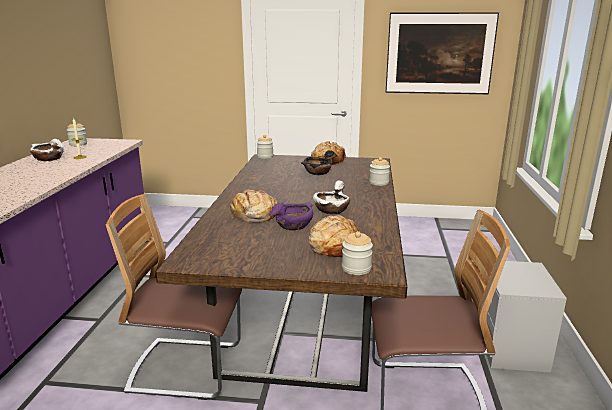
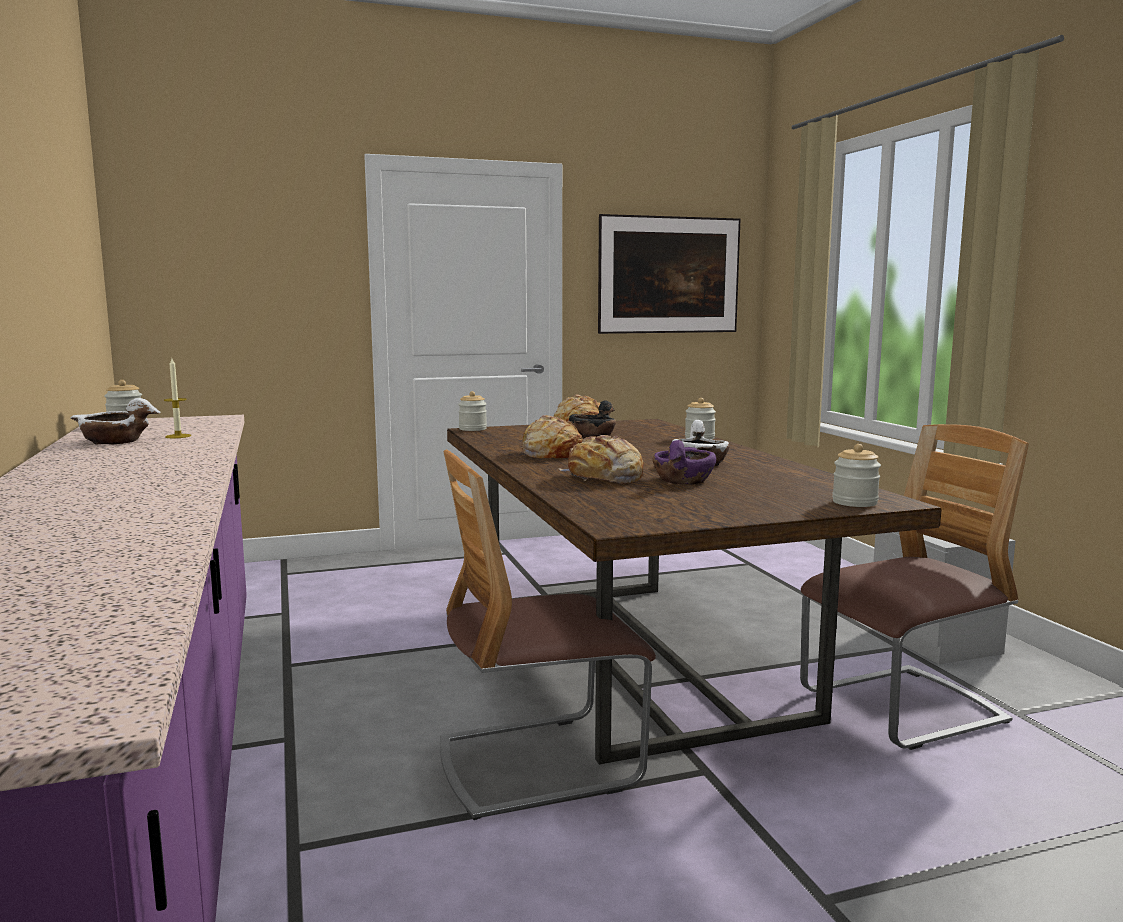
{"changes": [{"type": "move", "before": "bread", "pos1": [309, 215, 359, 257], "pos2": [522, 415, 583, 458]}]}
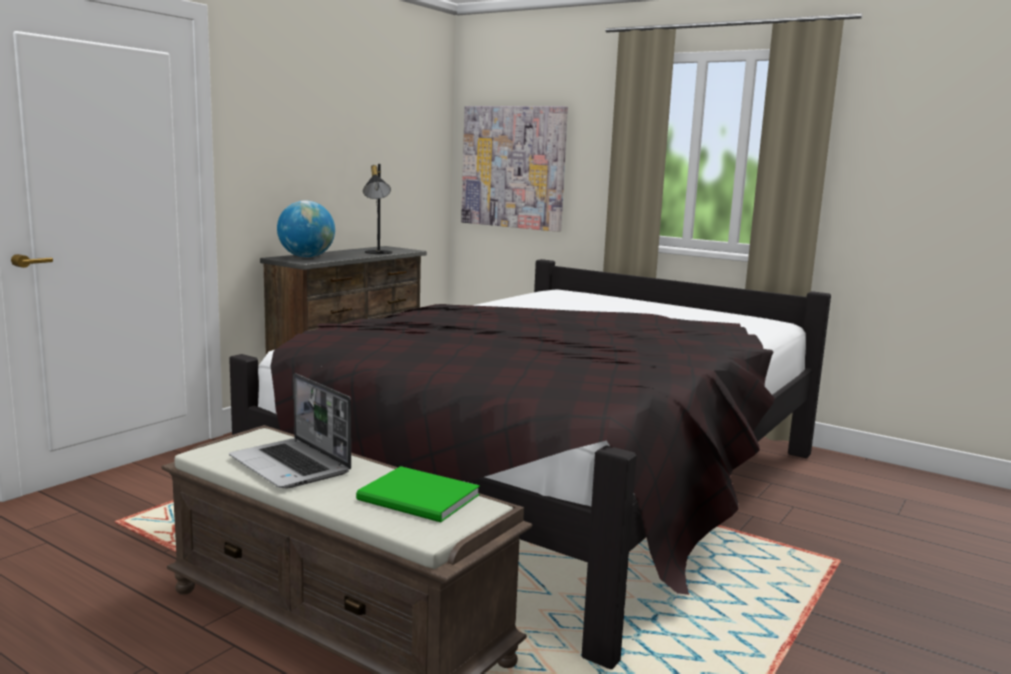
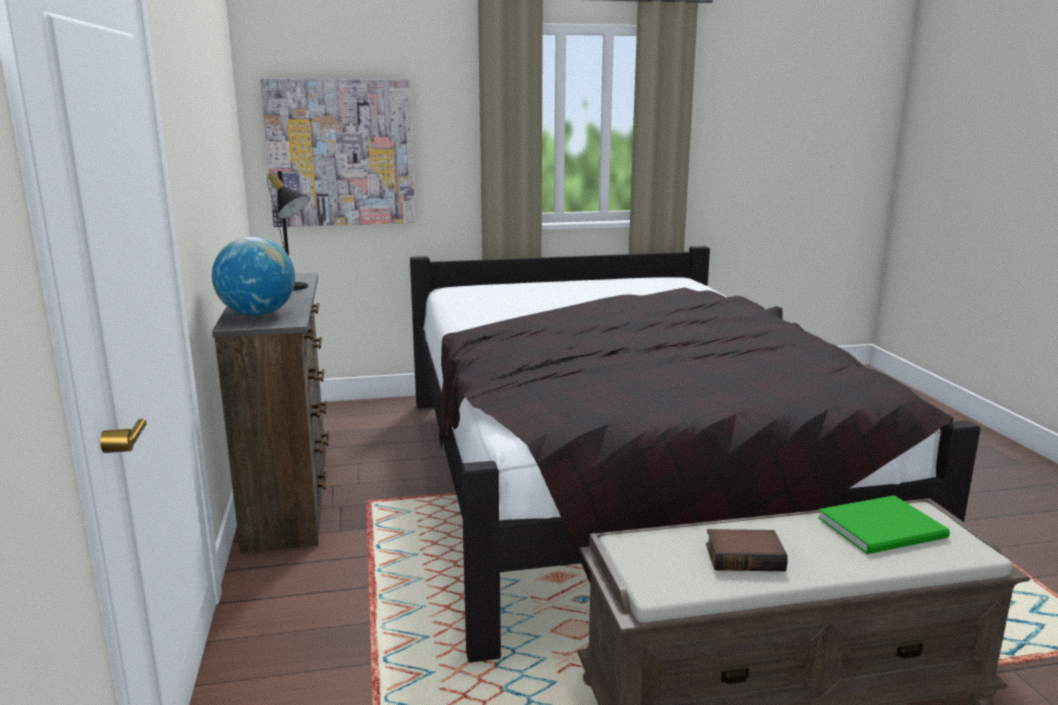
{"changes": [{"type": "replace", "before": "laptop", "after": "book", "pos1": [229, 373, 351, 488], "pos2": [706, 529, 788, 571]}]}
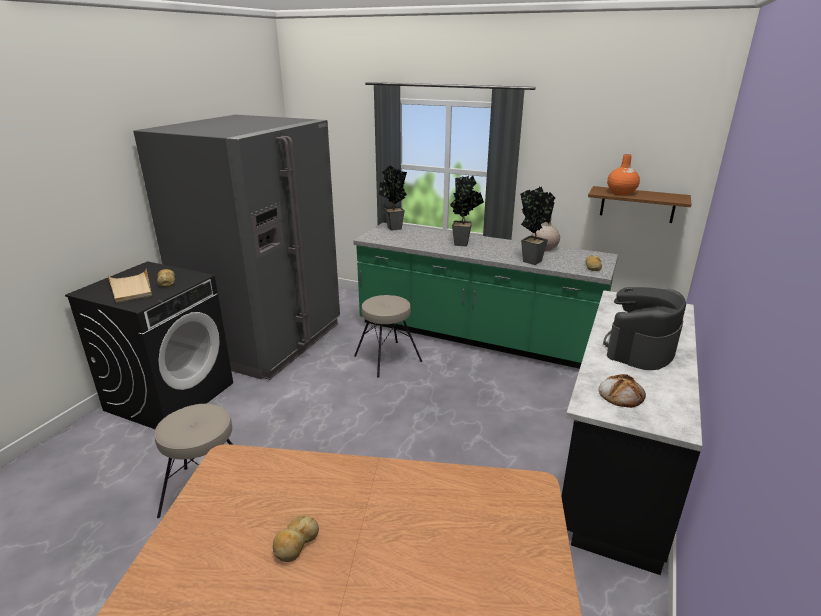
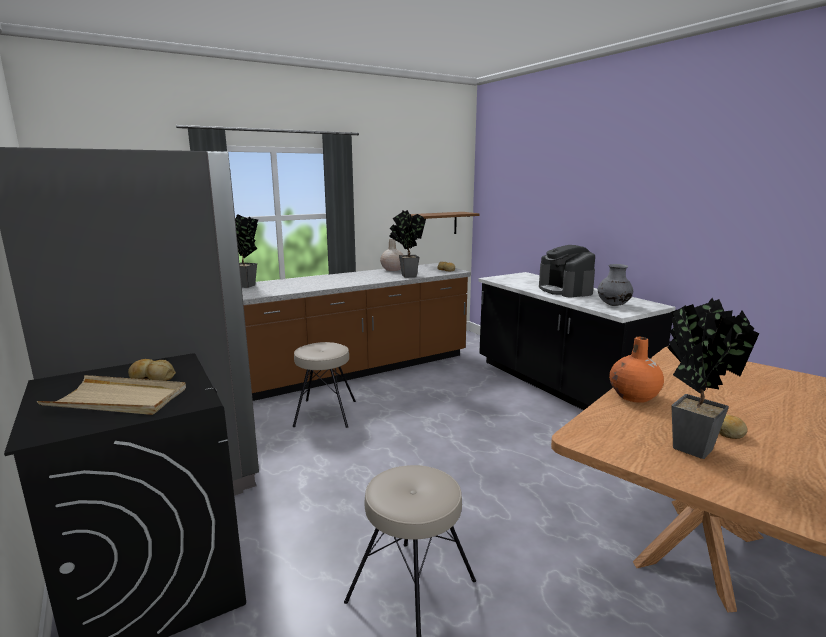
{"changes": [{"type": "recolor", "before": "counter in green", "after": "counter in brown", "pos1": [353, 223, 618, 369], "pos2": [242, 263, 471, 401]}, {"type": "move", "before": "potted plant", "pos1": [450, 176, 484, 246], "pos2": [668, 298, 759, 459]}, {"type": "replace", "before": "bread", "after": "vase in grey", "pos1": [598, 374, 646, 408], "pos2": [598, 264, 633, 306]}, {"type": "move", "before": "vase in orange", "pos1": [607, 154, 640, 195], "pos2": [609, 337, 664, 403]}]}
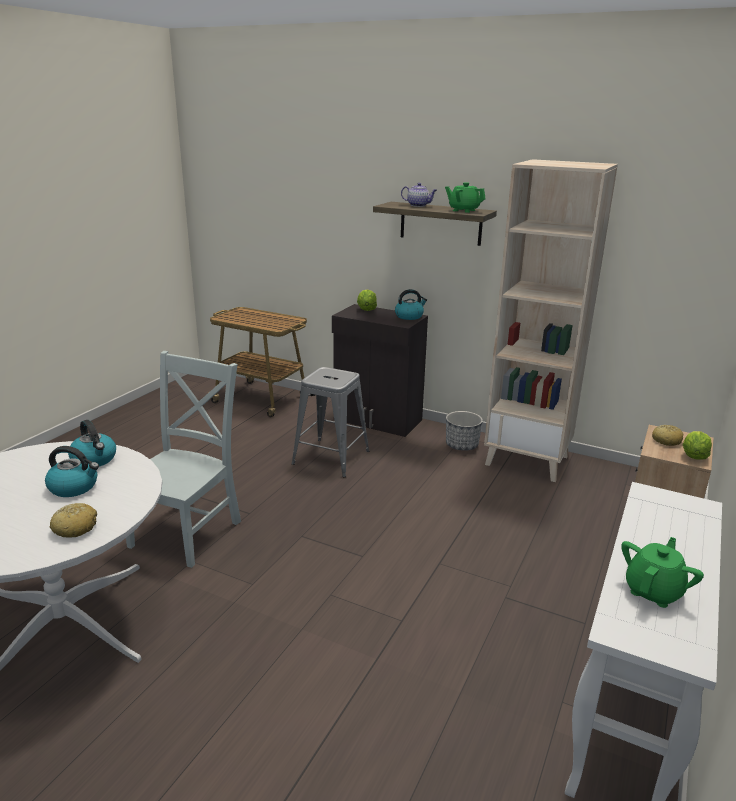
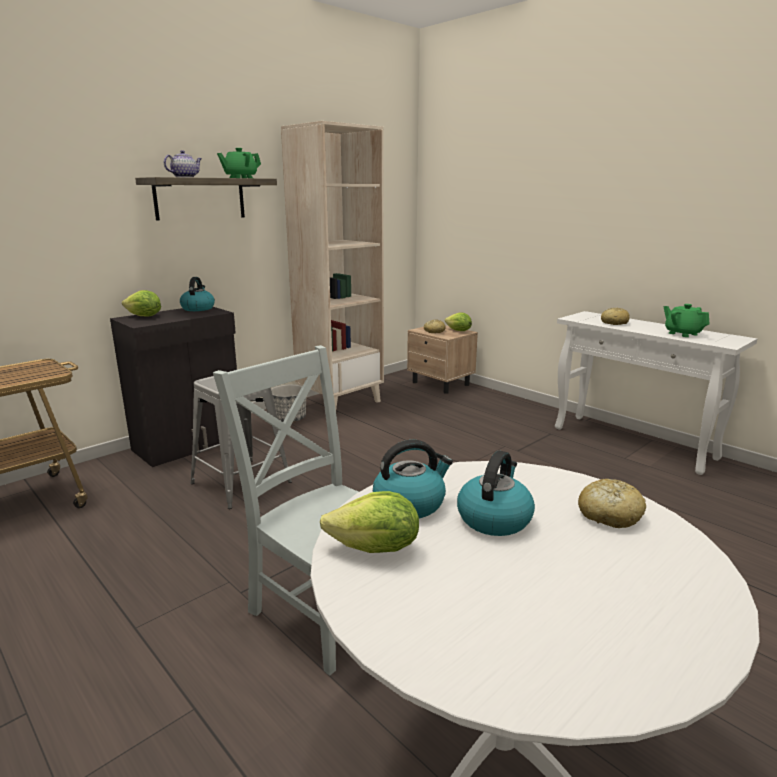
{"changes": [{"type": "insert", "after": "lettuce", "pos2": [320, 491, 419, 553]}, {"type": "insert", "after": "bread", "pos2": [601, 308, 630, 325]}]}
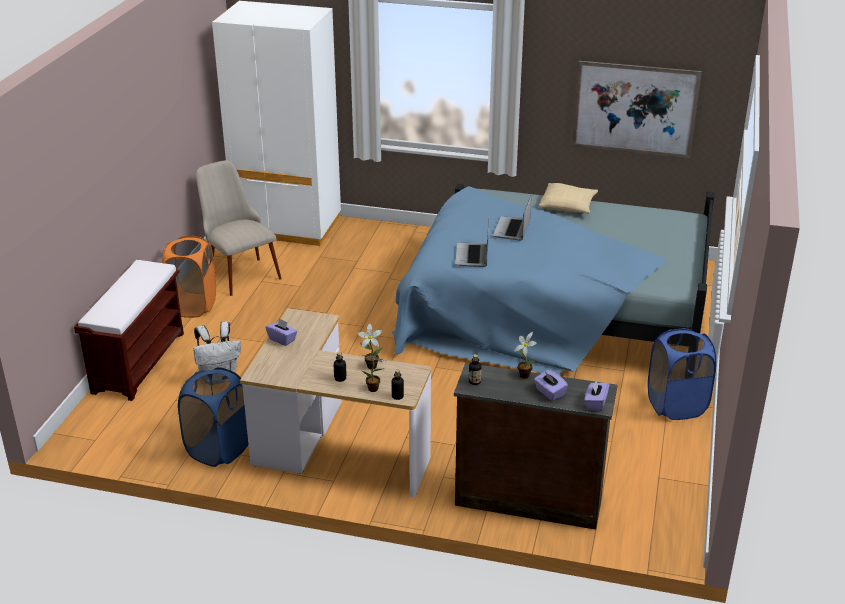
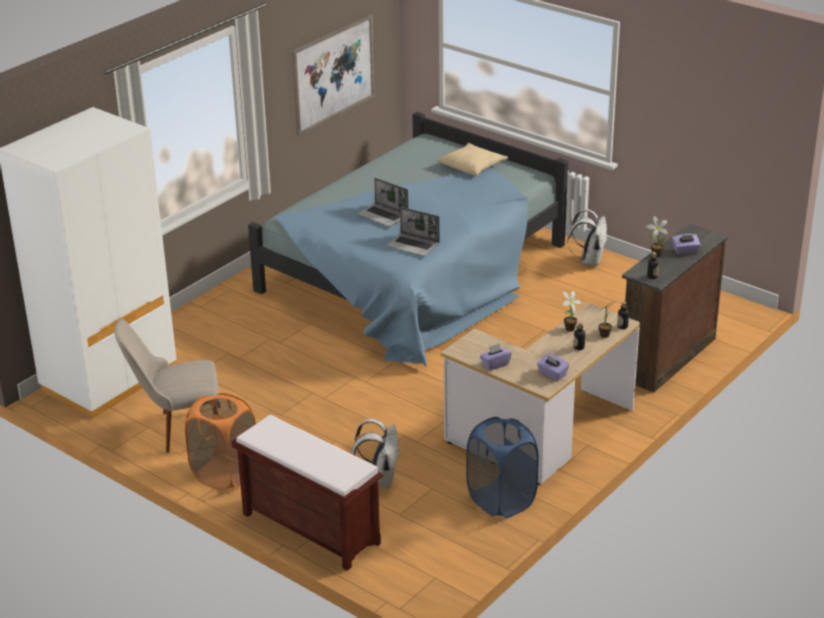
{"changes": [{"type": "move", "before": "pillow in beige", "pos1": [538, 183, 598, 214], "pos2": [437, 143, 508, 176]}, {"type": "move", "before": "tissue box in purple", "pos1": [584, 379, 610, 412], "pos2": [537, 354, 569, 381]}, {"type": "replace", "before": "laundry basket in blue", "after": "backpack in white", "pos1": [648, 328, 716, 420], "pos2": [567, 209, 607, 267]}]}
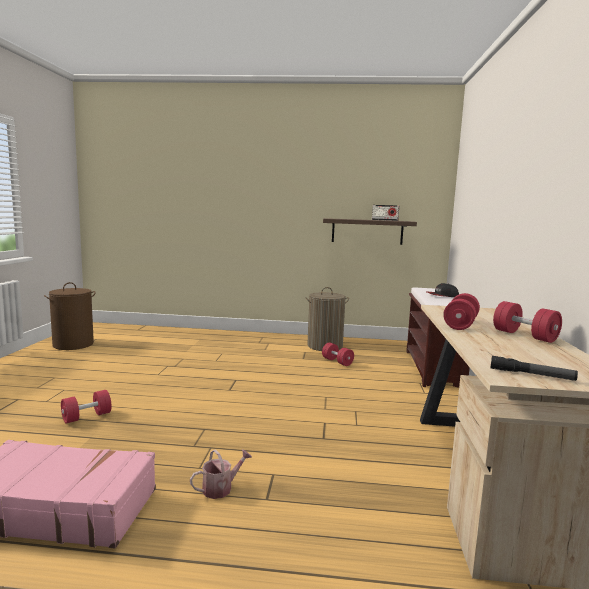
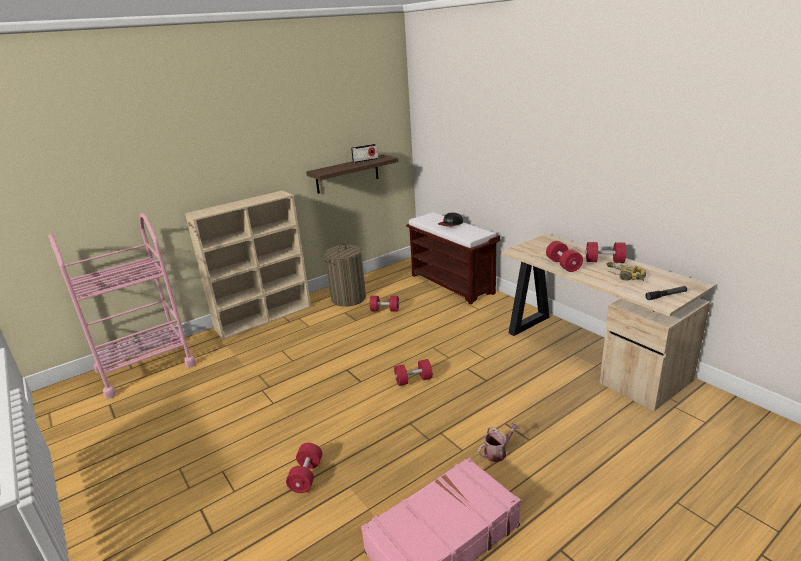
{"changes": [{"type": "delete", "before": "laundry basket in brown", "pos1": [44, 282, 96, 350]}, {"type": "rotate", "before": "watering can", "pos1": [190, 449, 252, 499], "pos2": [478, 423, 519, 462], "turn": 45}, {"type": "insert", "after": "cart in pink", "pos2": [48, 213, 196, 399]}, {"type": "insert", "after": "bookcase in beige", "pos2": [185, 190, 311, 339]}, {"type": "insert", "after": "dumbbell in red", "pos2": [394, 359, 433, 386]}, {"type": "insert", "after": "power drill", "pos2": [607, 262, 646, 281]}]}
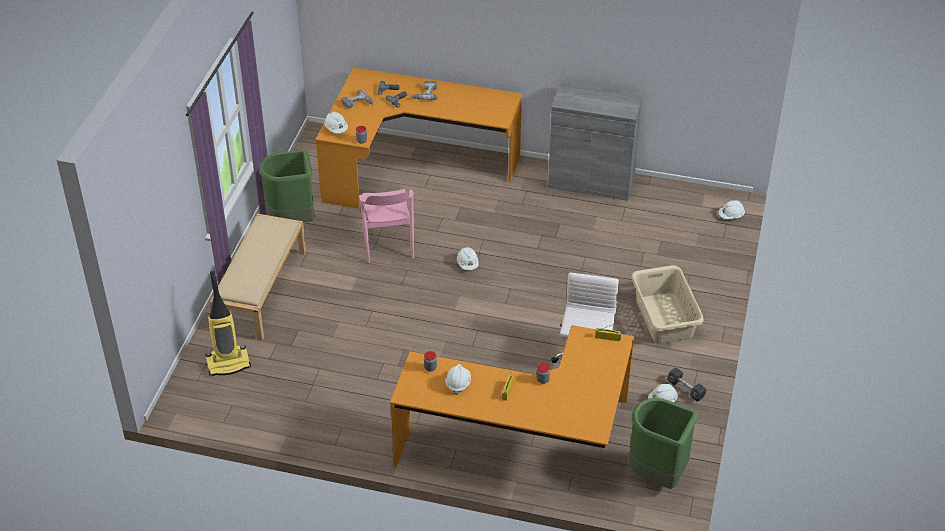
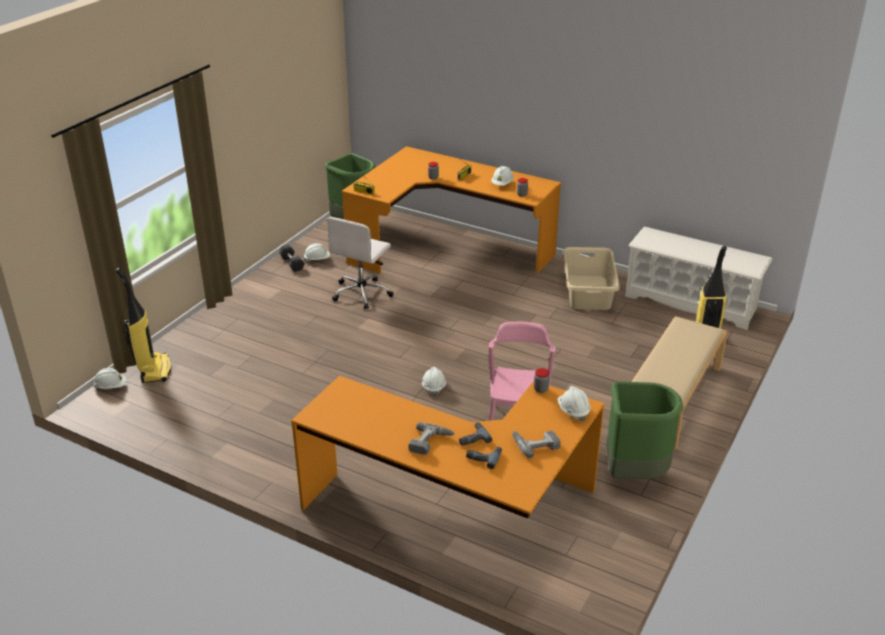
{"changes": [{"type": "delete", "before": "cabinet in grey", "pos1": [548, 82, 643, 201]}, {"type": "move", "before": "laundry basket in beige", "pos1": [631, 265, 704, 344], "pos2": [563, 247, 620, 310]}, {"type": "insert", "after": "vacuum cleaner", "pos2": [115, 268, 172, 383]}, {"type": "insert", "after": "shoe rack in white", "pos2": [625, 227, 773, 330]}]}
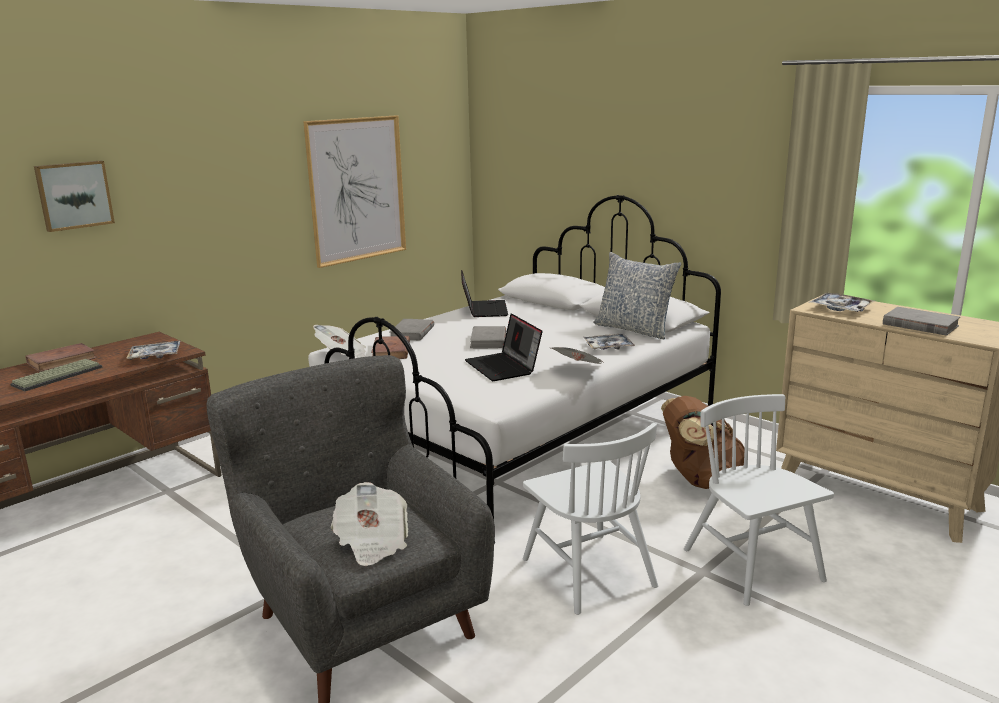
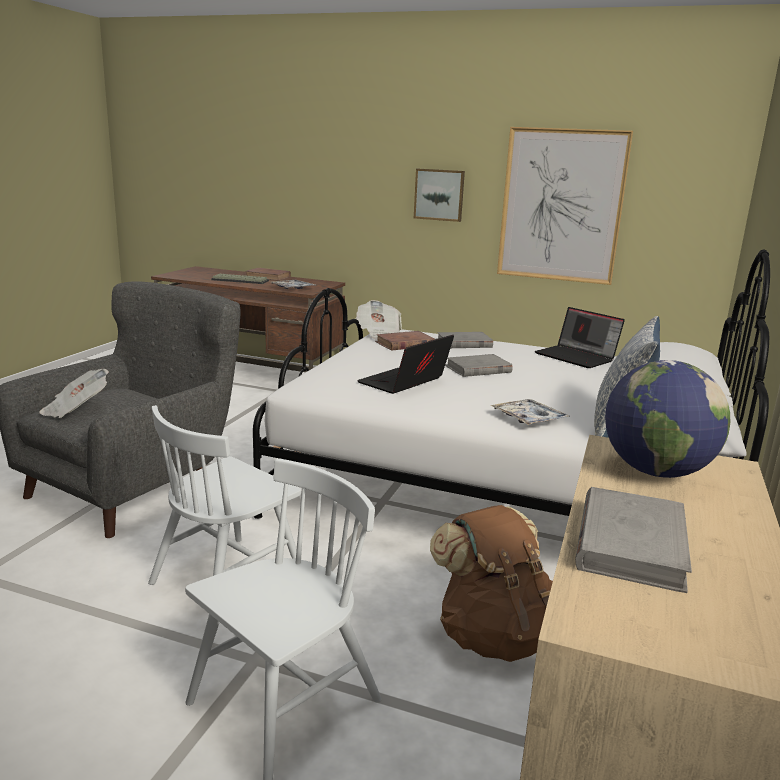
{"changes": [{"type": "move", "before": "picture", "pos1": [34, 161, 115, 232], "pos2": [414, 169, 465, 222]}, {"type": "rotate", "before": "laptop", "pos1": [461, 270, 508, 317], "pos2": [535, 307, 625, 368], "turn": 75}, {"type": "delete", "before": "newspaper", "pos1": [551, 347, 603, 364]}, {"type": "replace", "before": "tray", "after": "globe", "pos1": [809, 293, 875, 312], "pos2": [605, 360, 730, 478]}]}
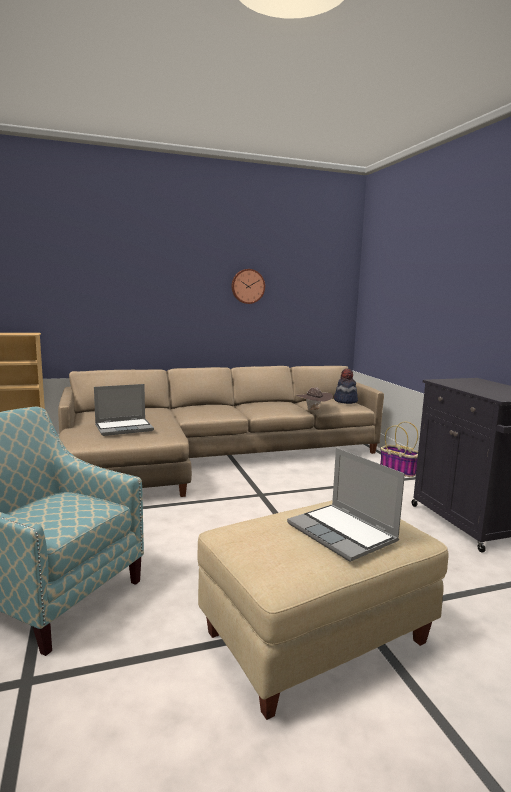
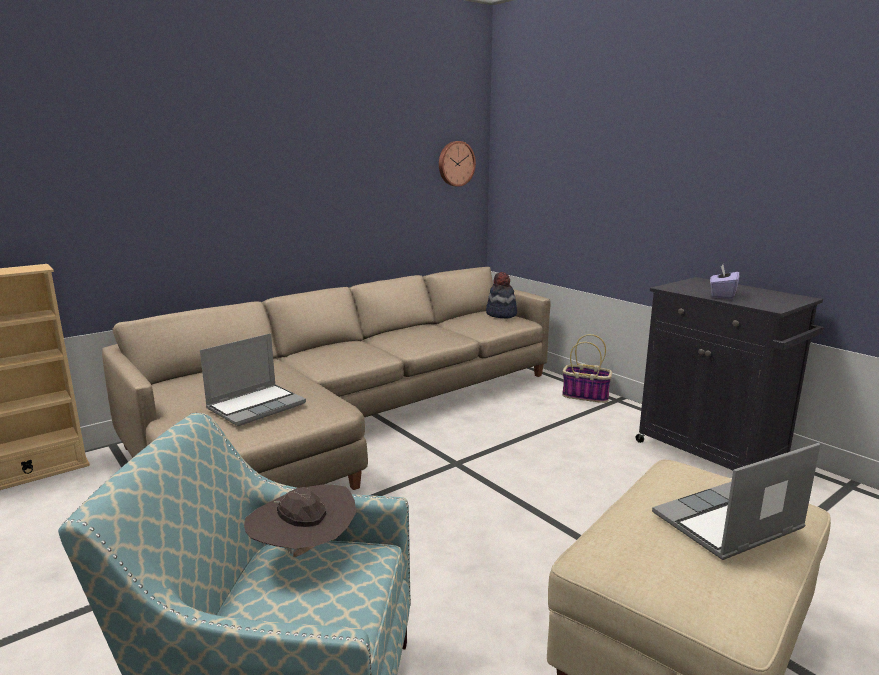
{"changes": [{"type": "move", "before": "wall clock", "pos1": [231, 269, 265, 304], "pos2": [439, 141, 476, 187]}, {"type": "rotate", "before": "laptop", "pos1": [287, 448, 405, 562], "pos2": [652, 443, 820, 560], "turn": 120}, {"type": "move", "before": "hat in brown", "pos1": [296, 387, 333, 410], "pos2": [244, 484, 356, 557]}, {"type": "insert", "after": "tissue box in purple", "pos2": [710, 265, 739, 299]}]}
